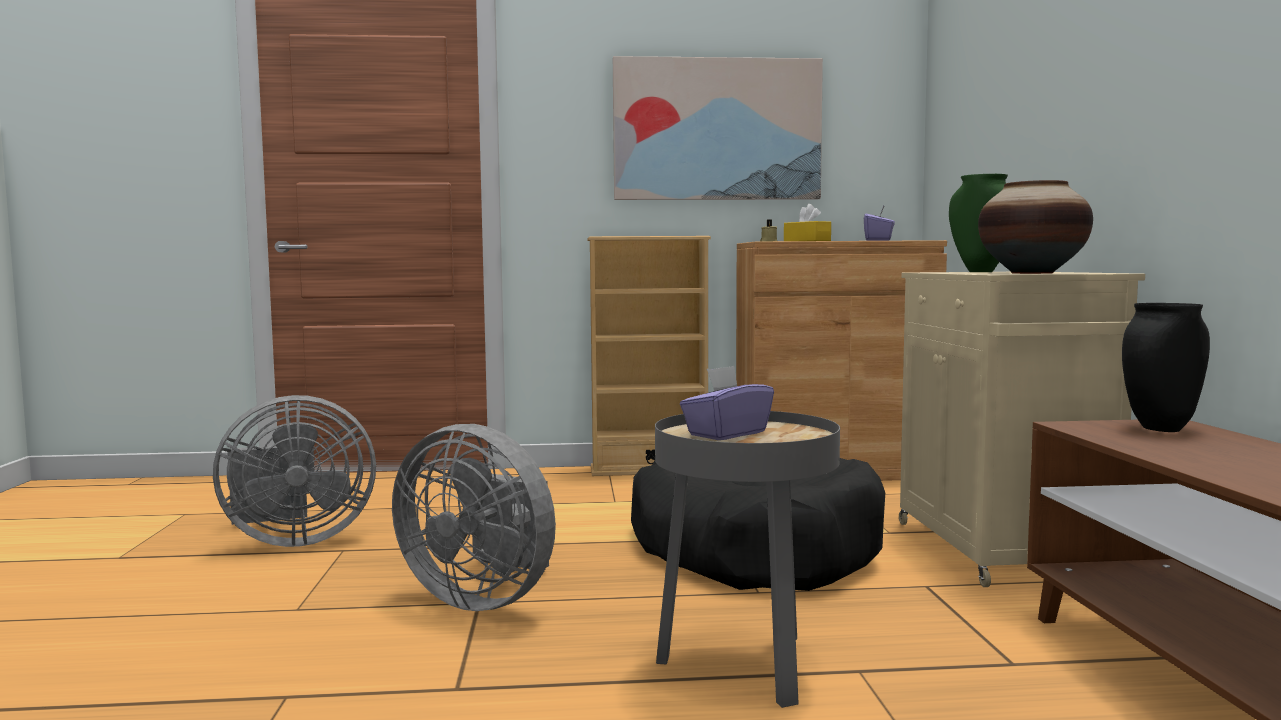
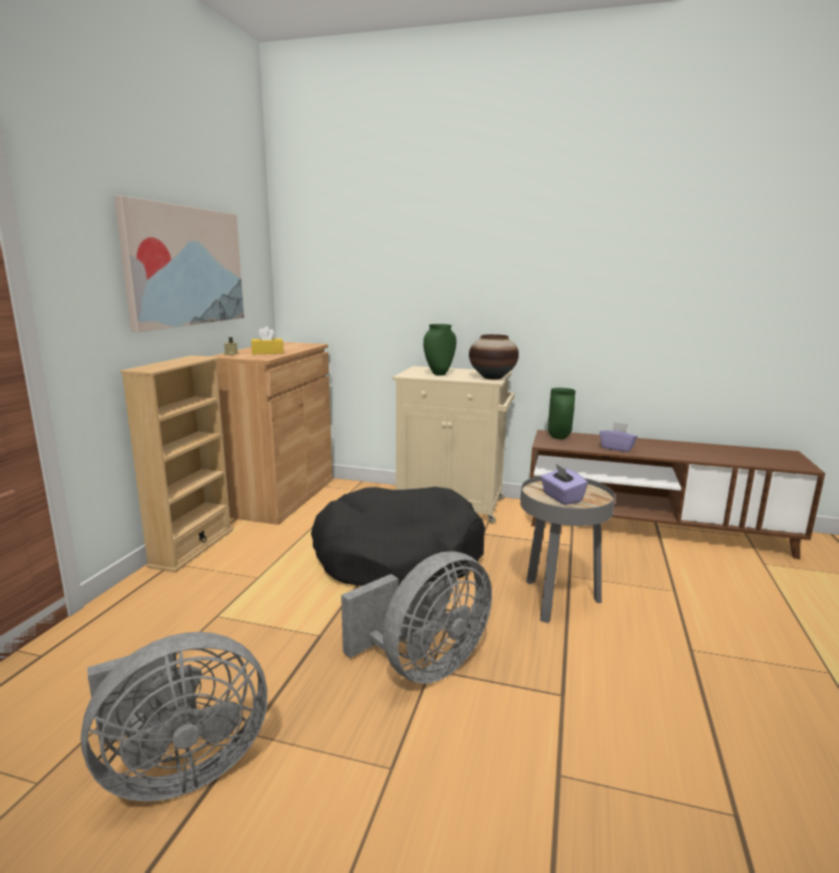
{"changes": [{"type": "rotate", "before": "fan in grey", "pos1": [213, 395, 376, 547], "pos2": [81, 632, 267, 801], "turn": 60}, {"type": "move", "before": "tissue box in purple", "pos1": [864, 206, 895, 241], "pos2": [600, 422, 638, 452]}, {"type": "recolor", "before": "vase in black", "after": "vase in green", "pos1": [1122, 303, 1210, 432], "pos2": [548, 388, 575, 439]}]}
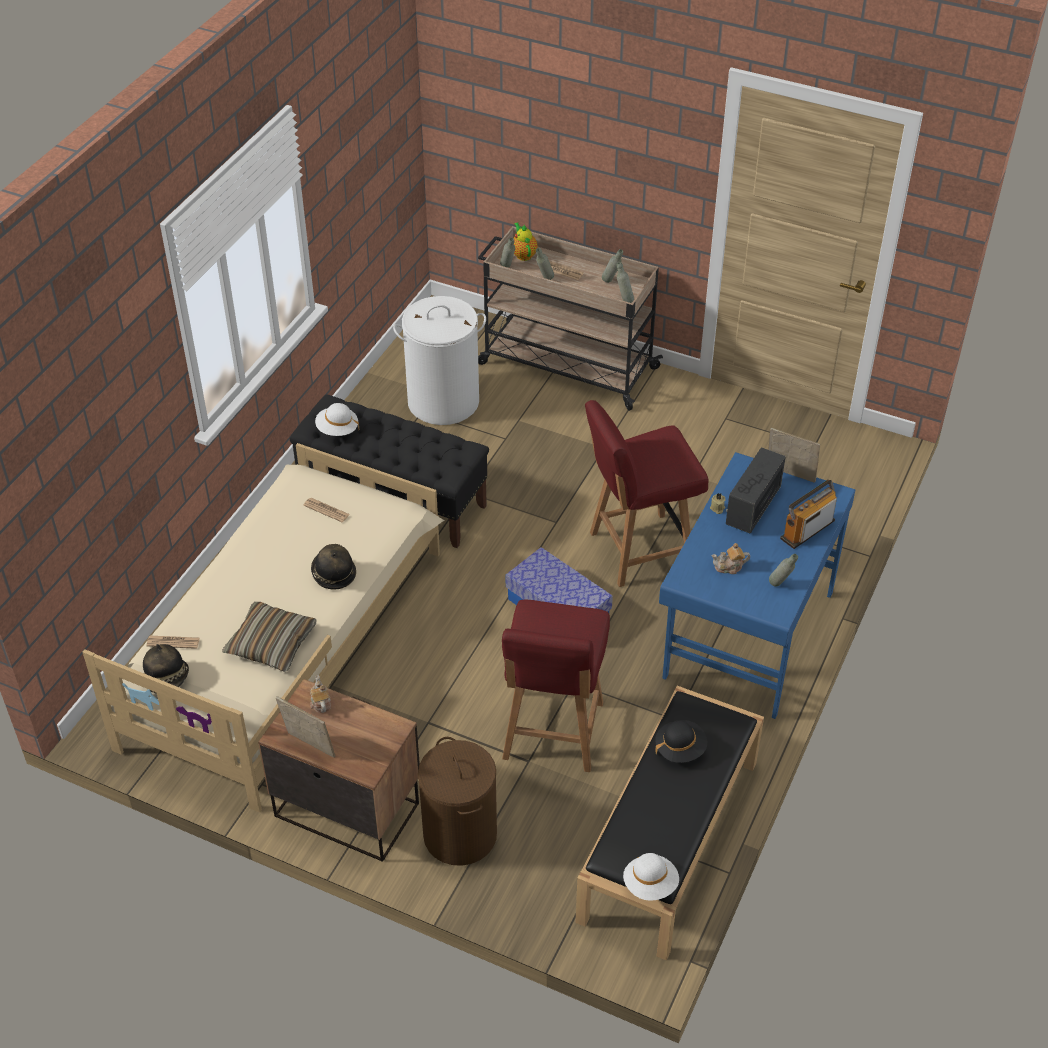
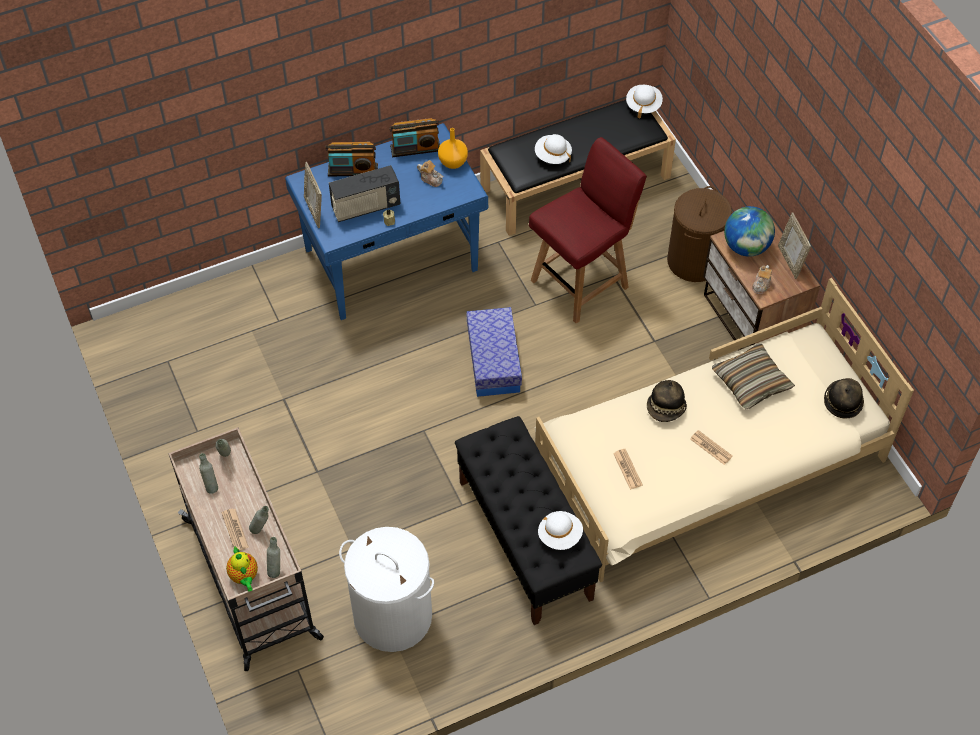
{"changes": [{"type": "move", "before": "newspaper", "pos1": [147, 636, 200, 649], "pos2": [690, 430, 733, 465]}, {"type": "rotate", "before": "teapot", "pos1": [514, 222, 538, 261], "pos2": [226, 546, 258, 592], "turn": -45}, {"type": "delete", "before": "chair in red", "pos1": [585, 400, 709, 587]}, {"type": "recolor", "before": "hat in black", "after": "hat in white", "pos1": [655, 720, 707, 763], "pos2": [535, 134, 572, 164]}, {"type": "replace", "before": "bottle in grey", "after": "radio", "pos1": [769, 554, 798, 587], "pos2": [390, 118, 440, 157]}, {"type": "insert", "after": "vase in orange", "pos2": [438, 128, 468, 169]}, {"type": "insert", "after": "globe", "pos2": [724, 206, 775, 257]}]}
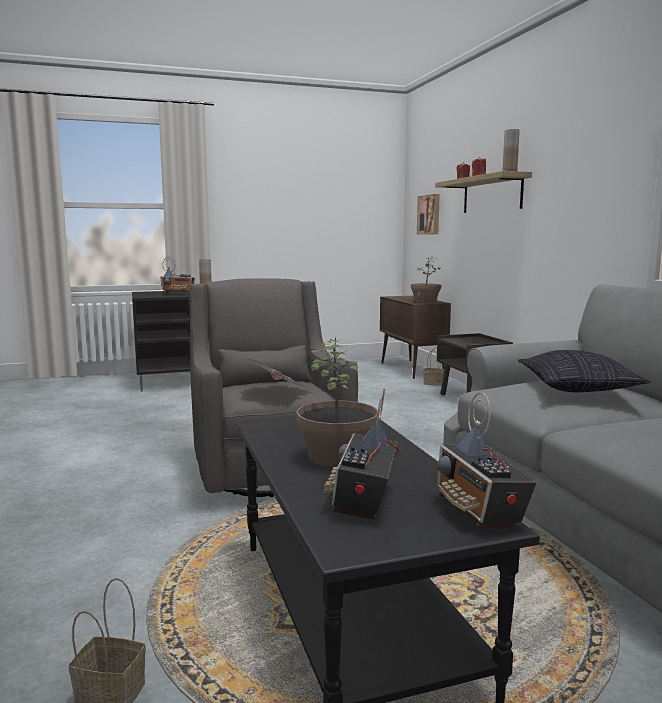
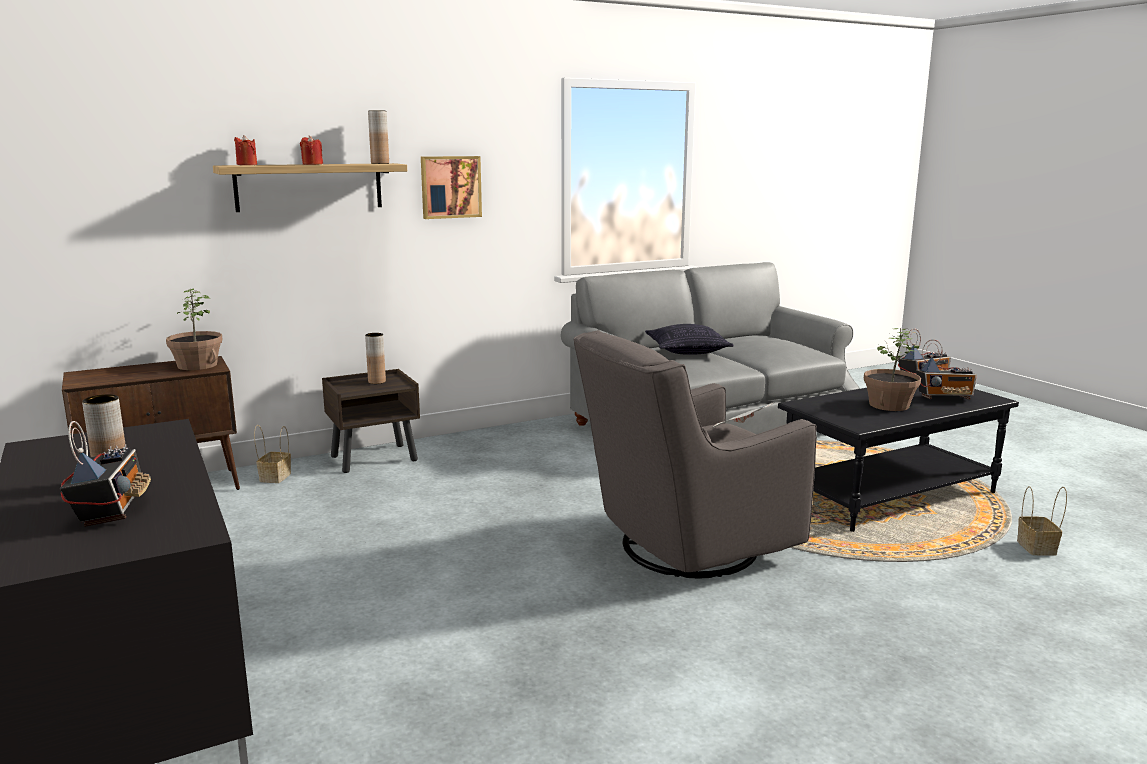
{"changes": [{"type": "move", "before": "picture", "pos1": [417, 194, 440, 234], "pos2": [421, 156, 482, 219]}, {"type": "insert", "after": "vase in brown", "pos2": [365, 333, 386, 384]}]}
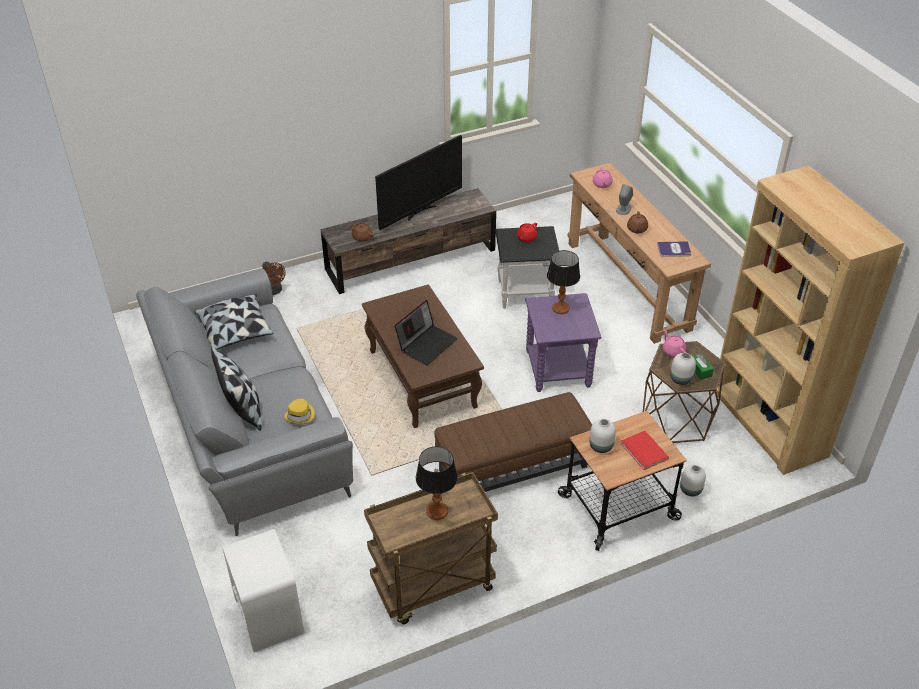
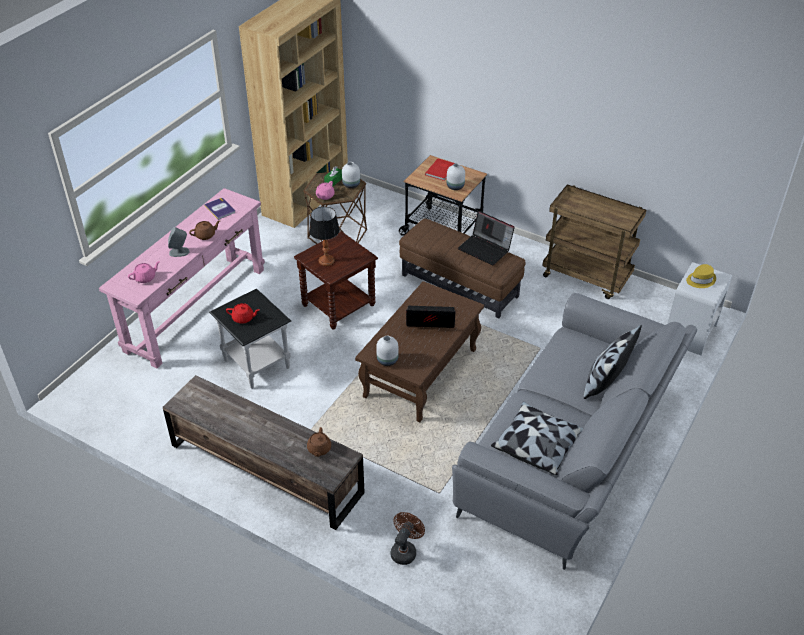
{"changes": [{"type": "move", "before": "hat in yellow", "pos1": [284, 399, 315, 425], "pos2": [686, 264, 716, 288]}, {"type": "delete", "before": "television", "pos1": [375, 135, 462, 230]}, {"type": "delete", "before": "table lamp", "pos1": [416, 446, 458, 520]}, {"type": "recolor", "before": "side table in purple", "after": "side table in brown", "pos1": [525, 293, 601, 392], "pos2": [294, 231, 378, 330]}, {"type": "recolor", "before": "console table in brown", "after": "console table in pink", "pos1": [567, 163, 711, 344], "pos2": [99, 188, 265, 368]}, {"type": "move", "before": "vase in white", "pos1": [680, 465, 706, 496], "pos2": [376, 336, 399, 366]}, {"type": "insert", "after": "laptop", "pos2": [458, 211, 515, 265]}]}
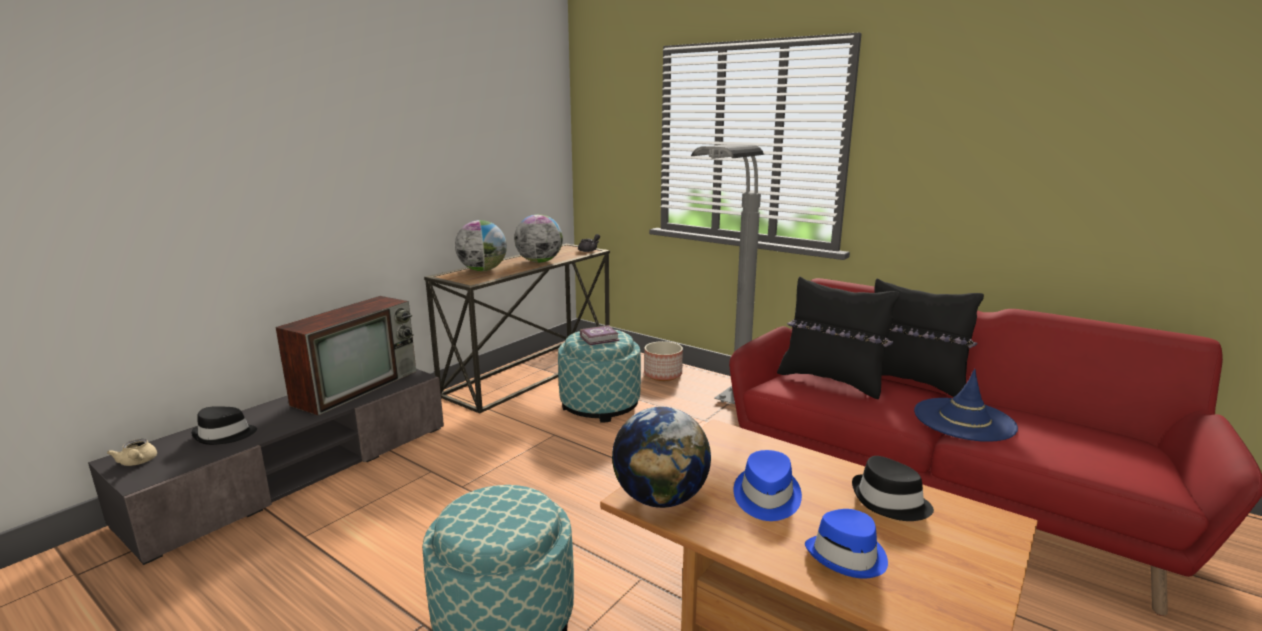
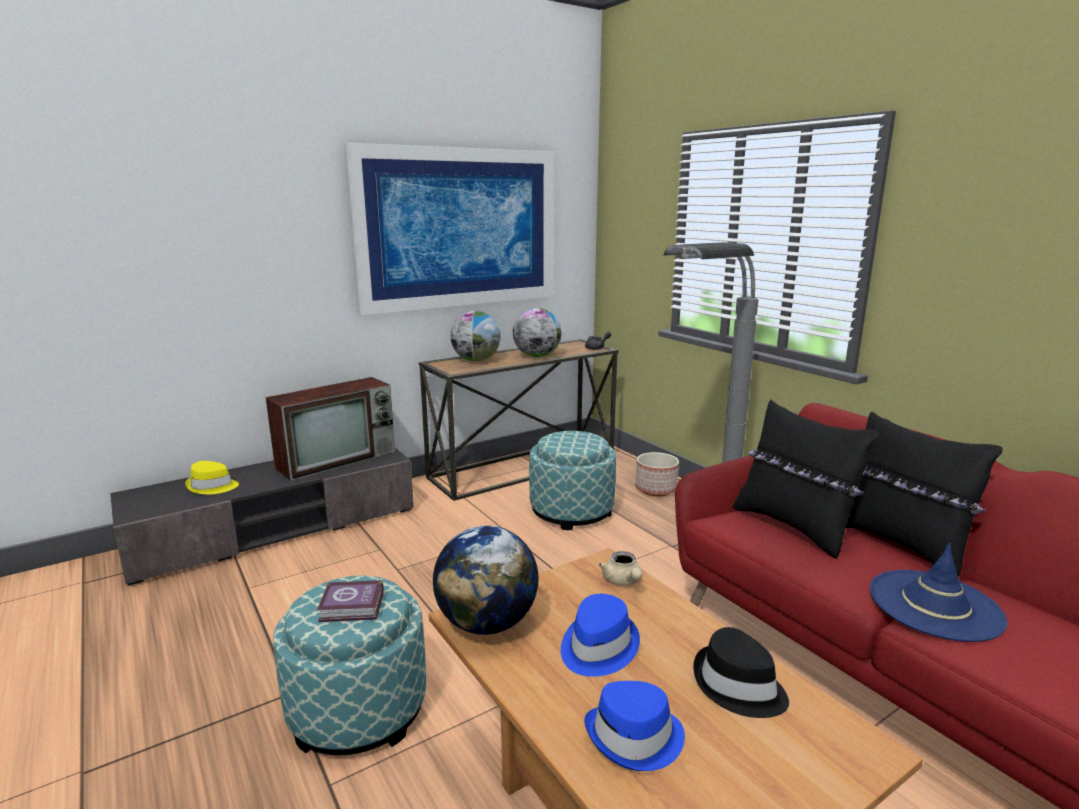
{"changes": [{"type": "move", "before": "teapot in beige", "pos1": [107, 439, 157, 466], "pos2": [599, 551, 643, 585]}, {"type": "recolor", "before": "hat in black", "after": "hat in yellow", "pos1": [191, 406, 257, 445], "pos2": [185, 461, 239, 494]}, {"type": "move", "before": "book", "pos1": [580, 325, 619, 345], "pos2": [317, 580, 384, 622]}, {"type": "insert", "after": "picture", "pos2": [343, 143, 554, 315]}]}
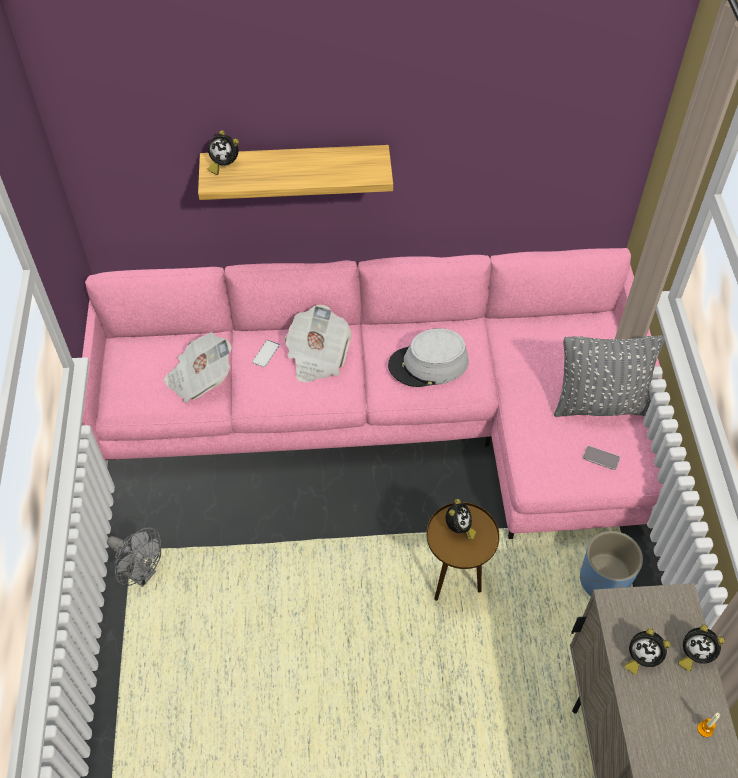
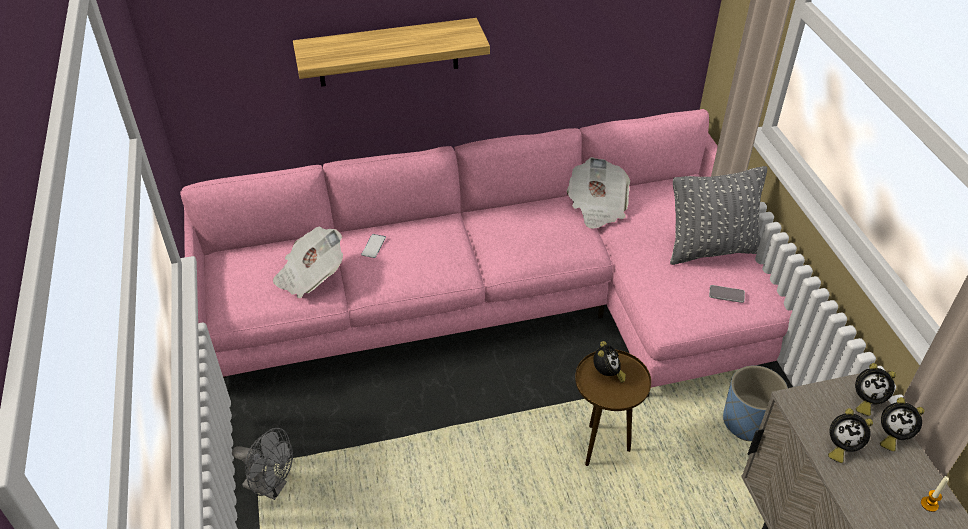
{"changes": [{"type": "move", "before": "alarm clock", "pos1": [207, 130, 239, 175], "pos2": [855, 363, 896, 416]}, {"type": "move", "before": "newspaper", "pos1": [285, 305, 352, 383], "pos2": [567, 157, 630, 229]}, {"type": "delete", "before": "hat in grey", "pos1": [388, 328, 469, 387]}]}
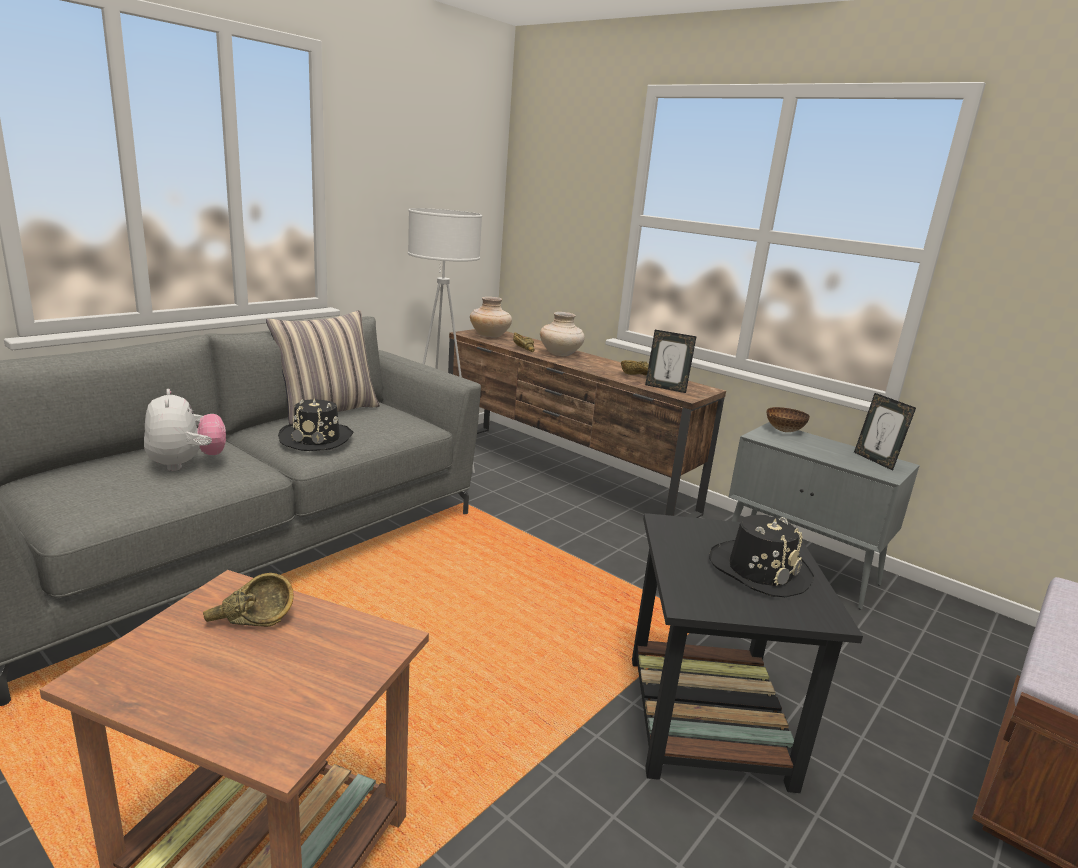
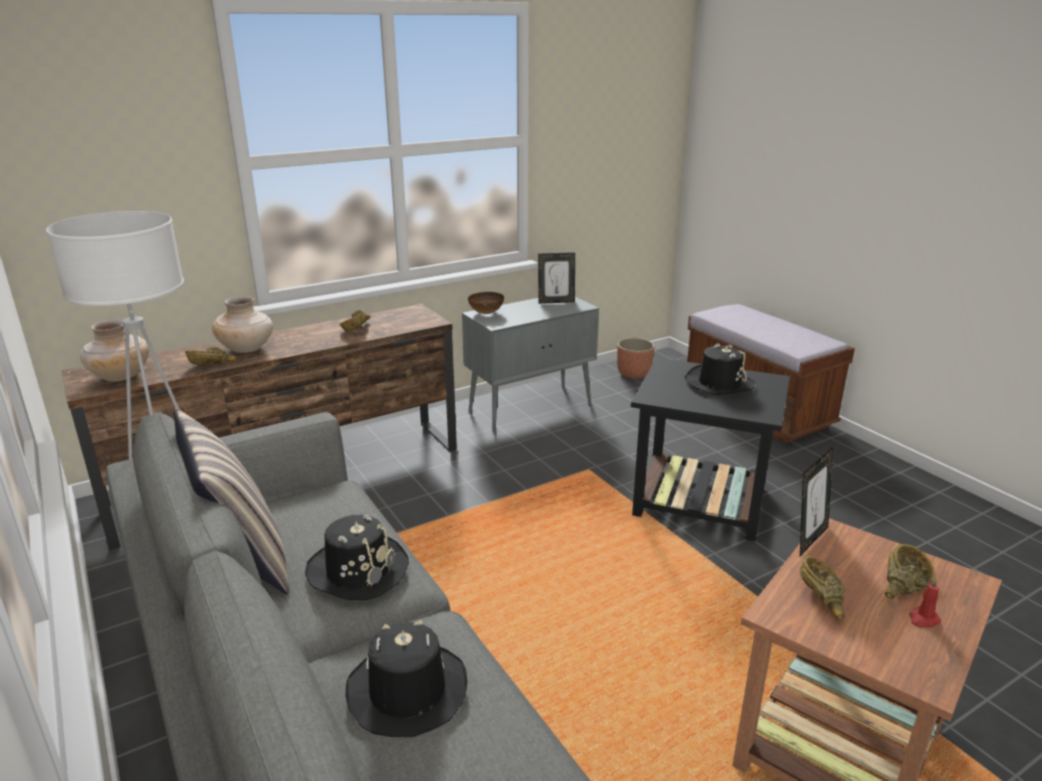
{"changes": [{"type": "replace", "before": "plush toy", "after": "hat in black", "pos1": [144, 389, 226, 471], "pos2": [346, 620, 467, 737]}, {"type": "move", "before": "picture frame", "pos1": [645, 330, 697, 393], "pos2": [800, 447, 833, 556]}, {"type": "insert", "after": "planter", "pos2": [617, 338, 654, 379]}, {"type": "insert", "after": "bowl in brown", "pos2": [885, 544, 935, 599]}, {"type": "insert", "after": "candle in red", "pos2": [910, 578, 941, 628]}]}
